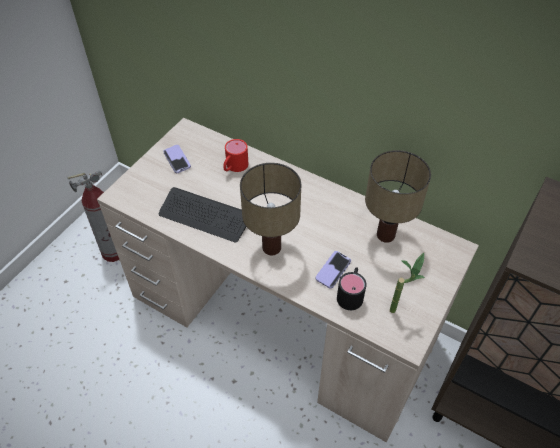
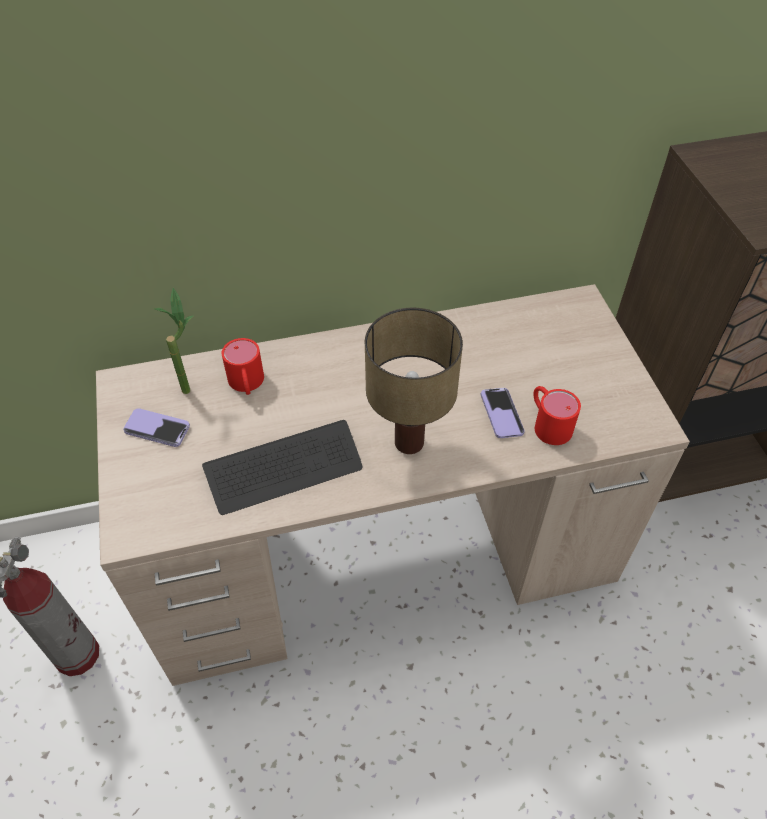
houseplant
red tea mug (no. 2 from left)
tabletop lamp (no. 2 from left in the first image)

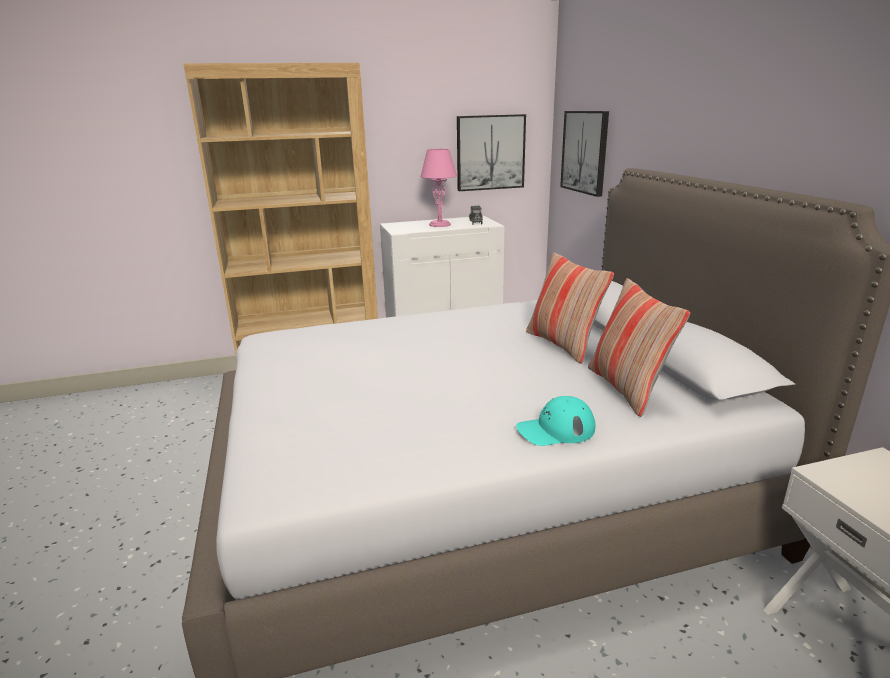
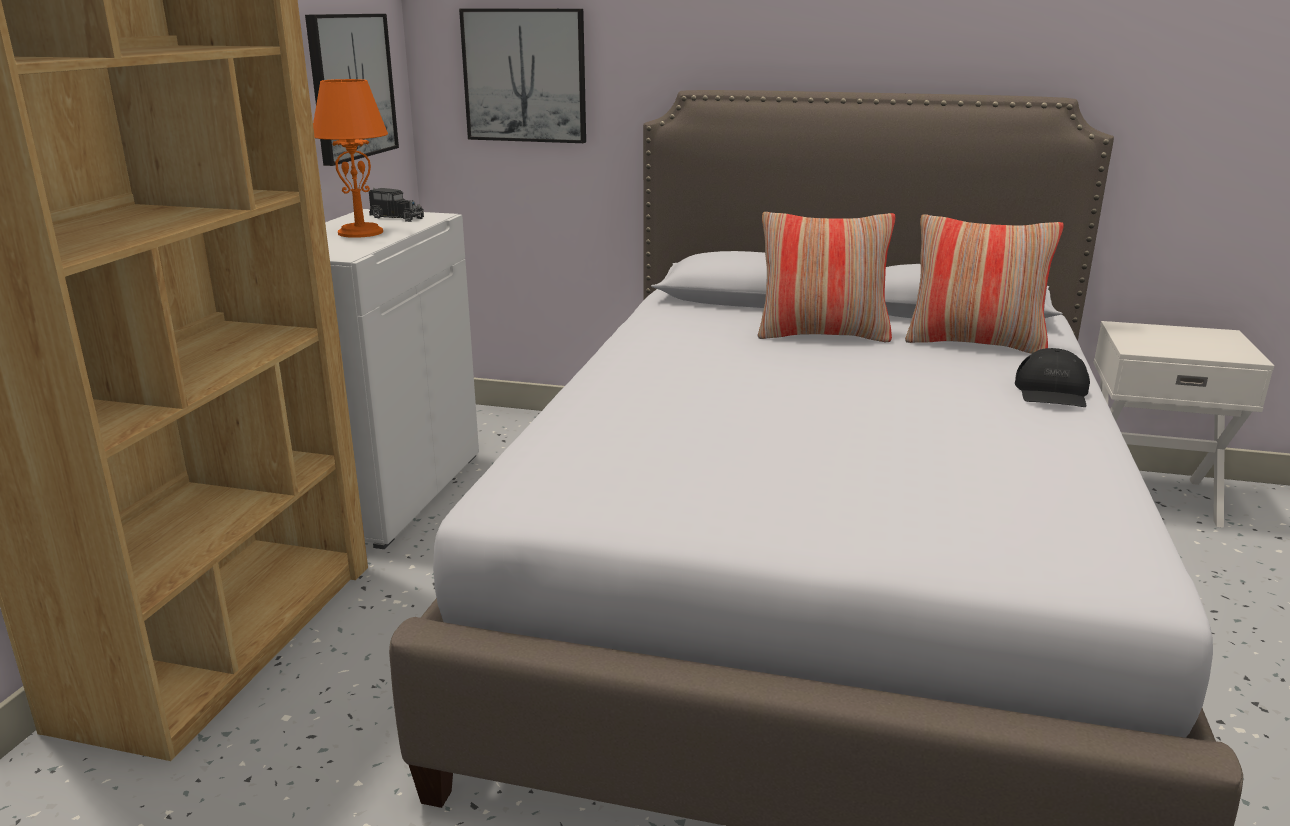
orange-coloured tabletop lamp
blackish peaked cap

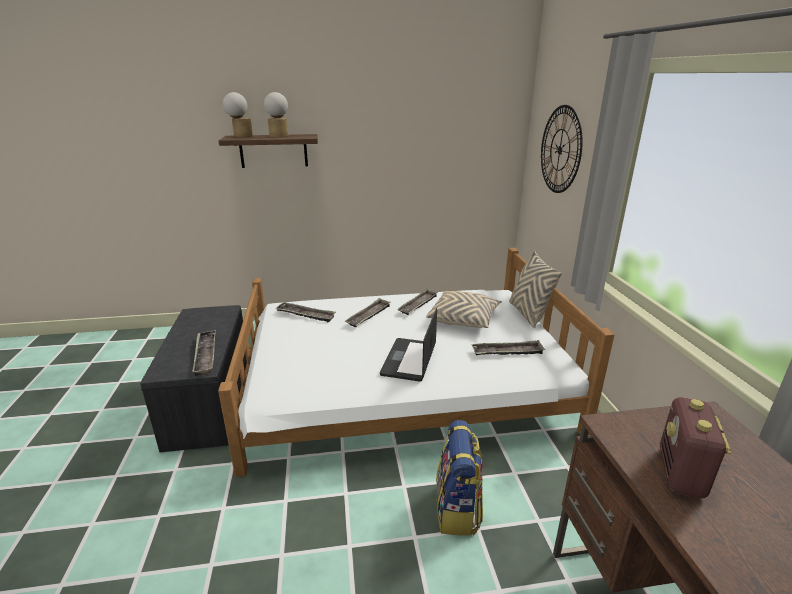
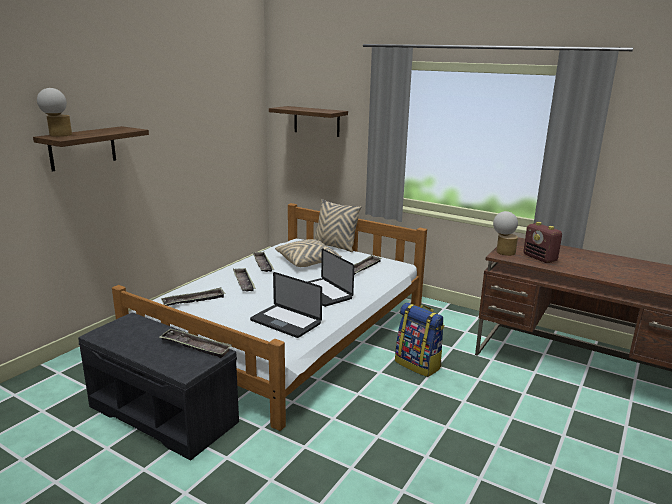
portable computer (no. 1 from left)
wall shelf (no. 2 from left)
tabletop lamp (no. 2 from left)

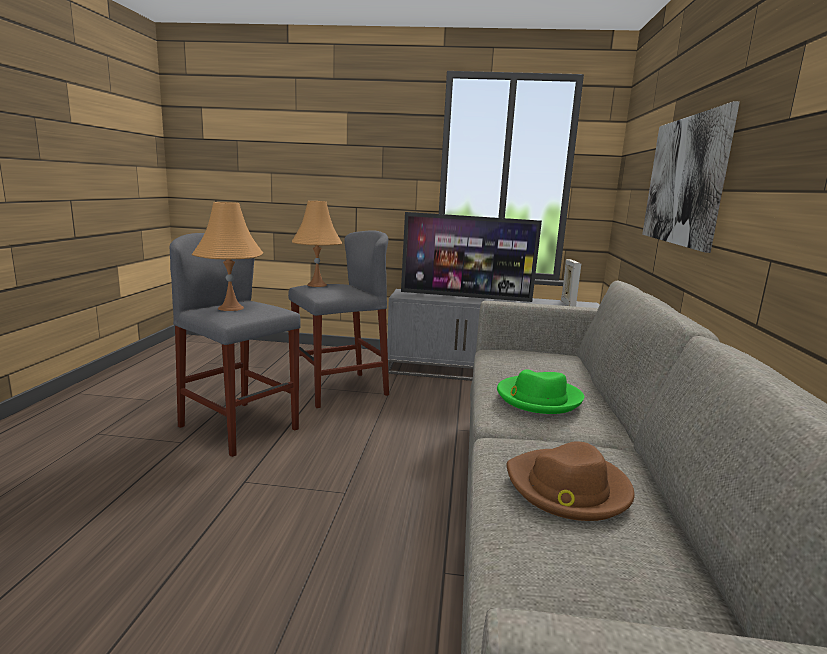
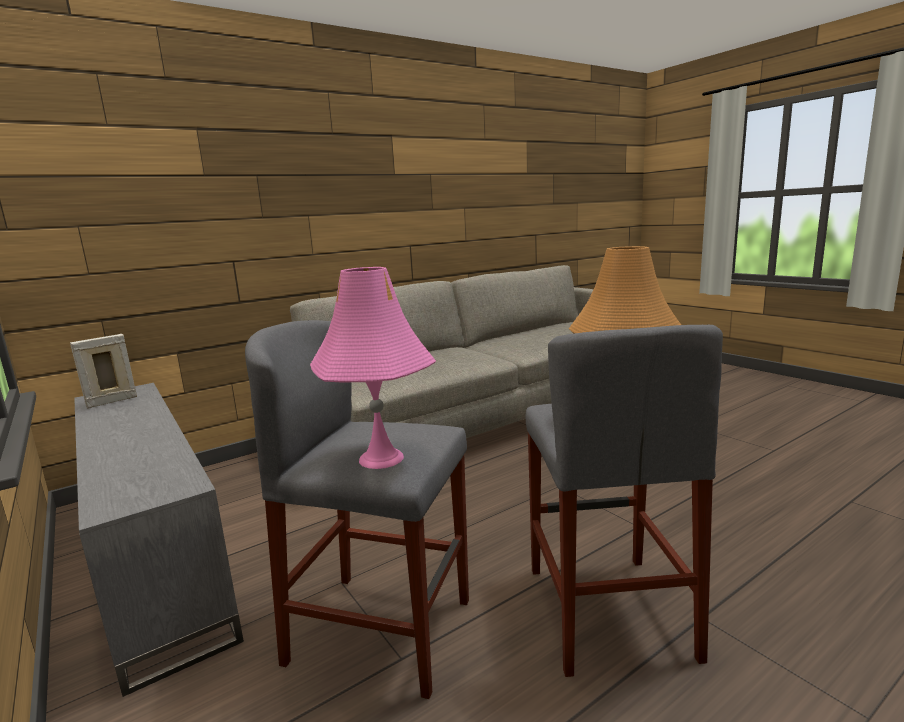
pinkish tabletop lamp
TV set
greenish hat
brownish hat
wall art

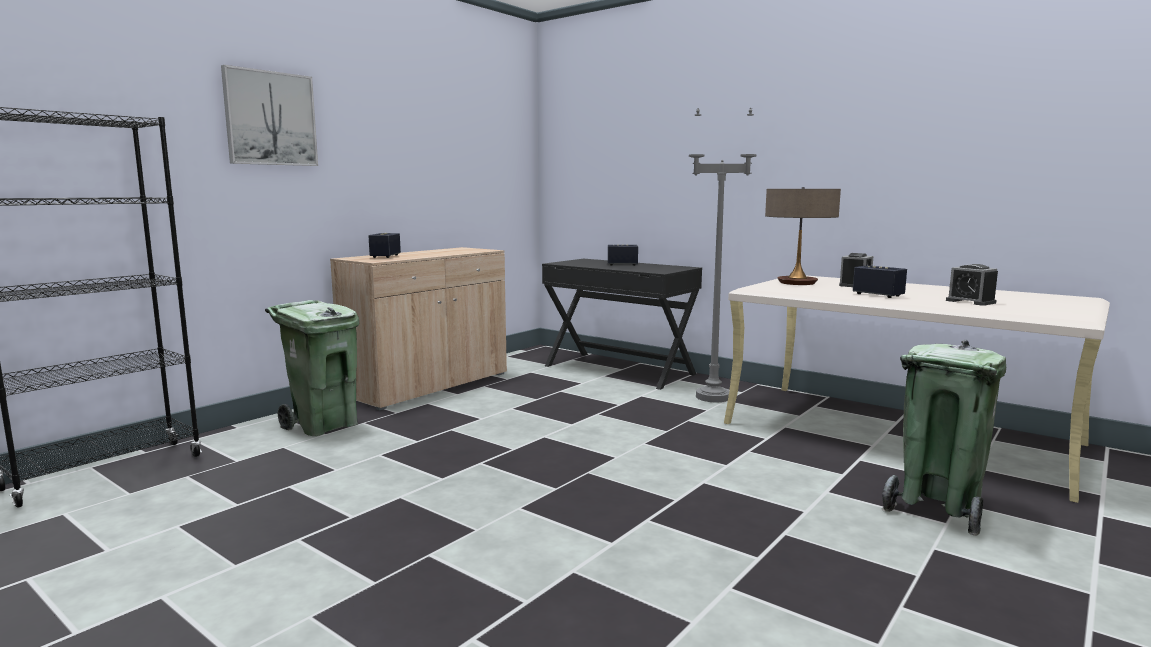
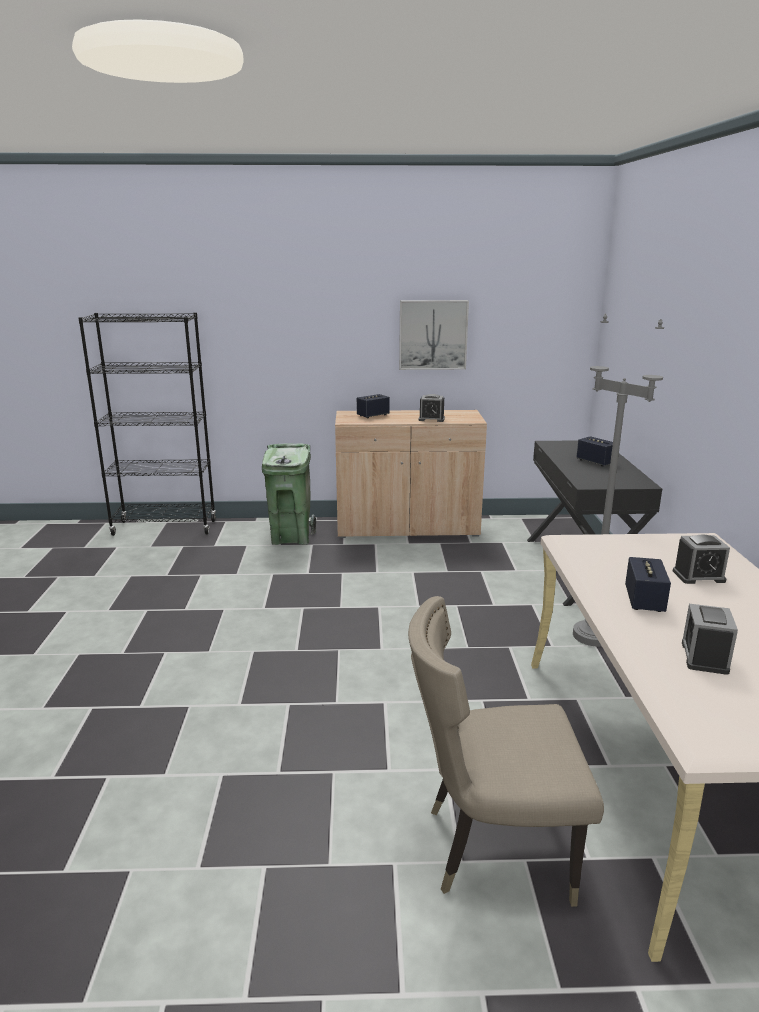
wall art
beige-coloured chair
bedside clock (no. 1 from left)
tabletop lamp

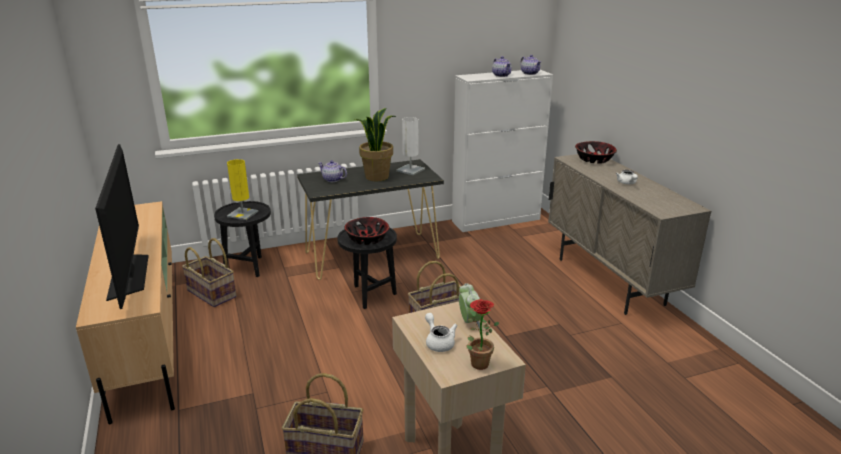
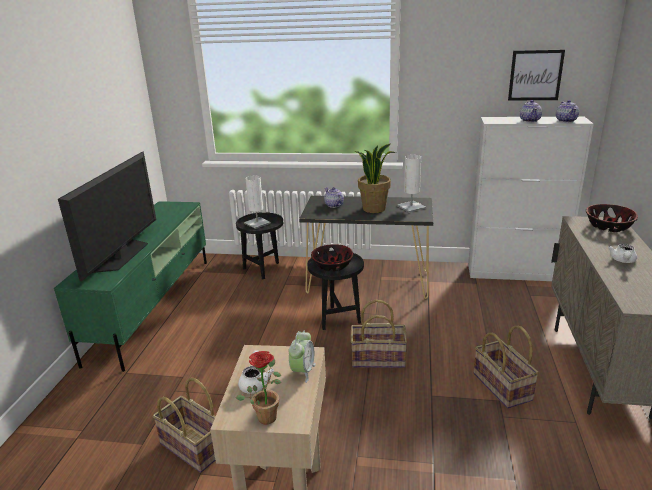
greenish tv unit
white tabletop lamp (no. 1 from left)
storage basket (no. 3 from left)
wall art

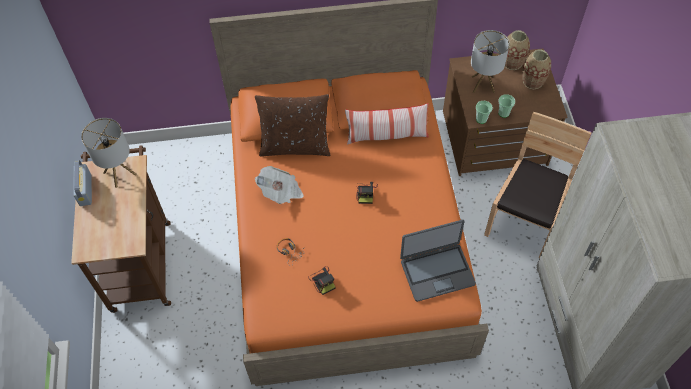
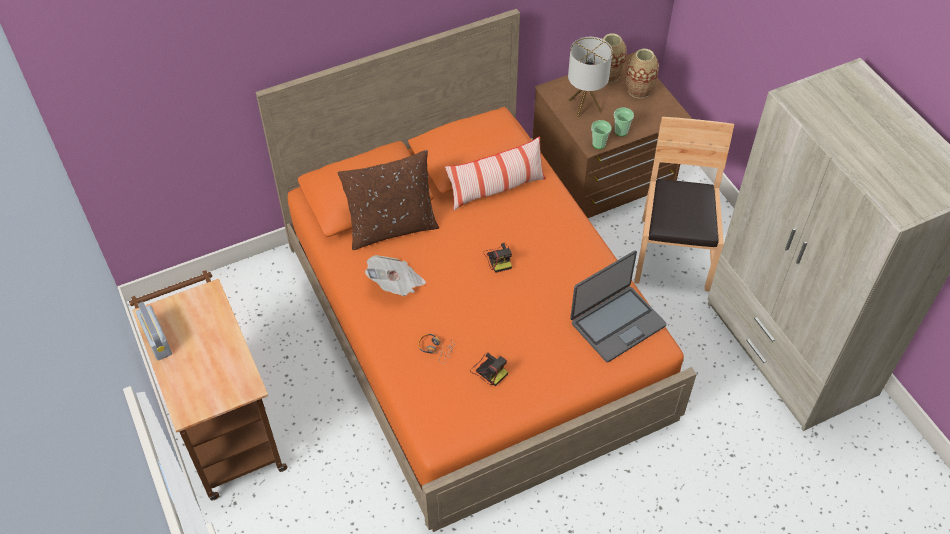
tabletop lamp (no. 1 from left in the first image)

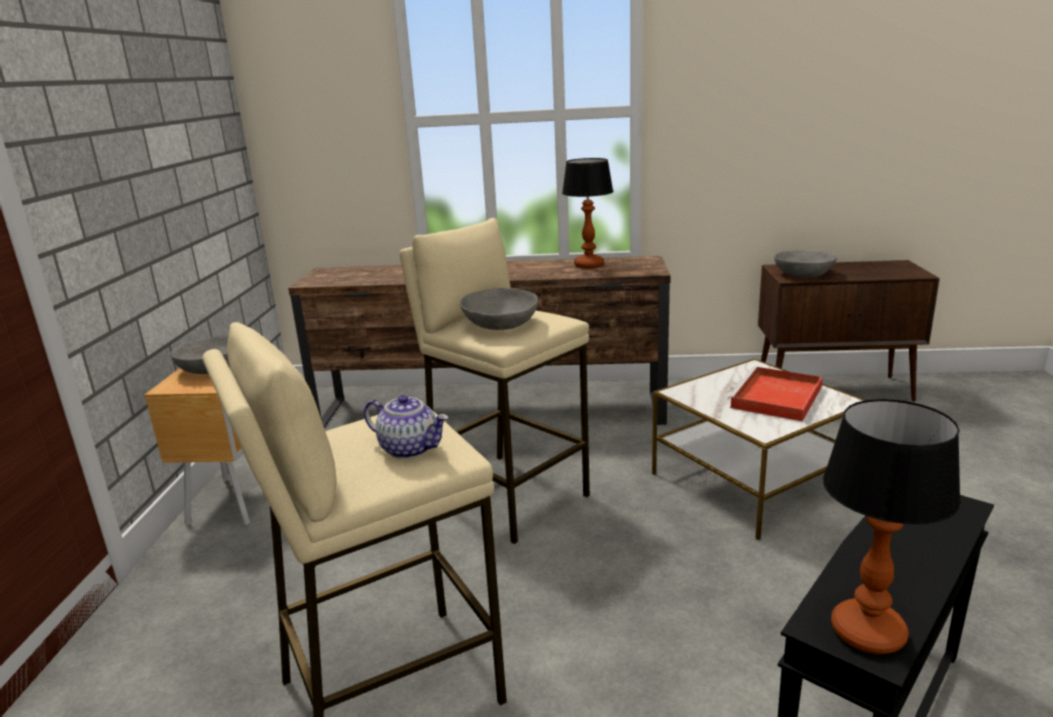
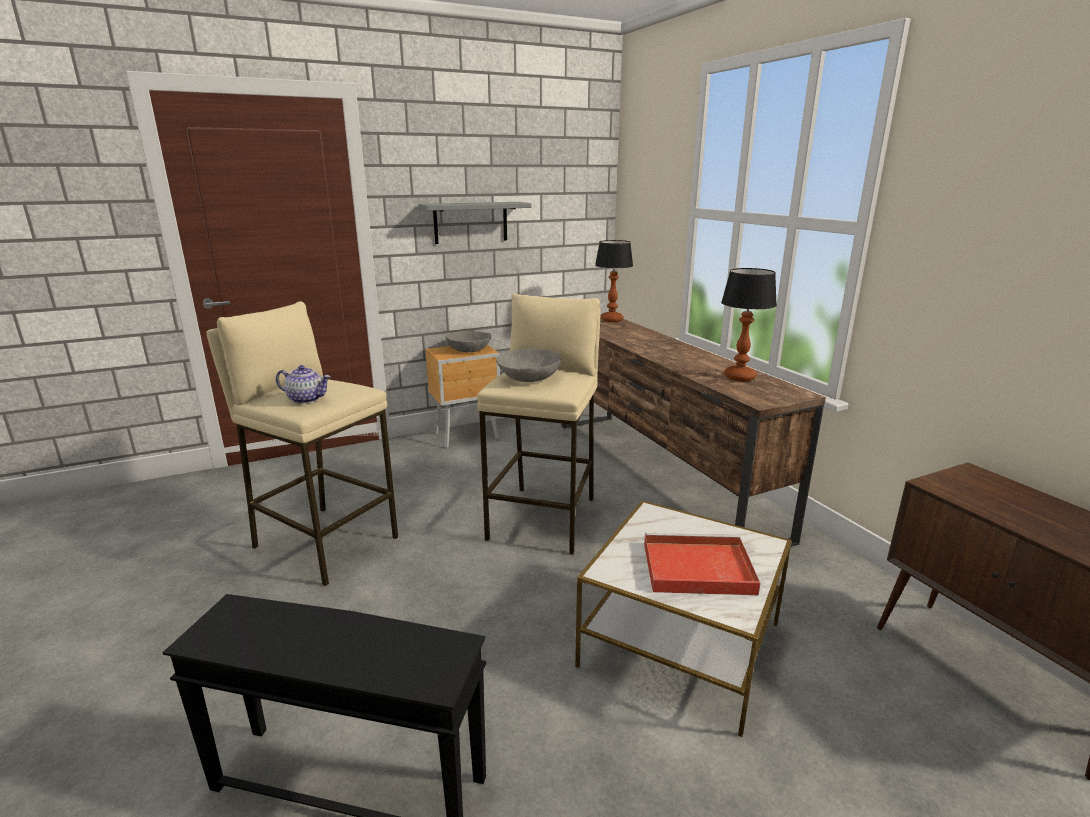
pot for tea
gray wall shelf
tabletop lamp (no. 1 from left)
gray deep dish (no. 3 from left in the first image)

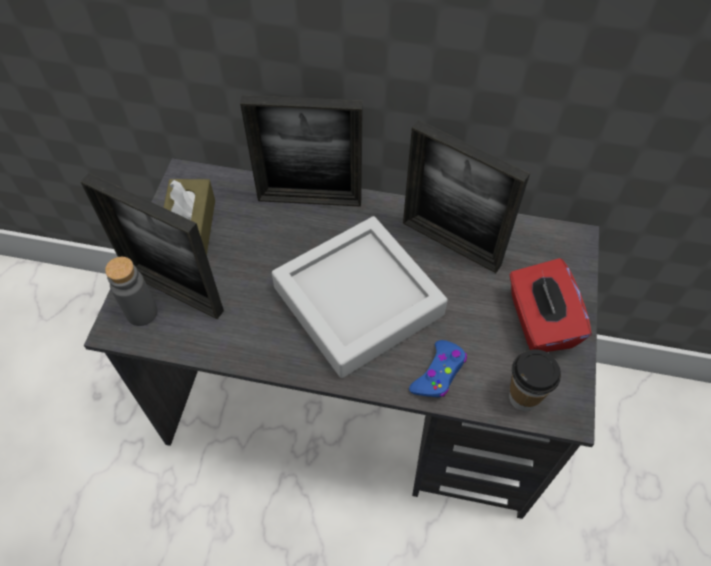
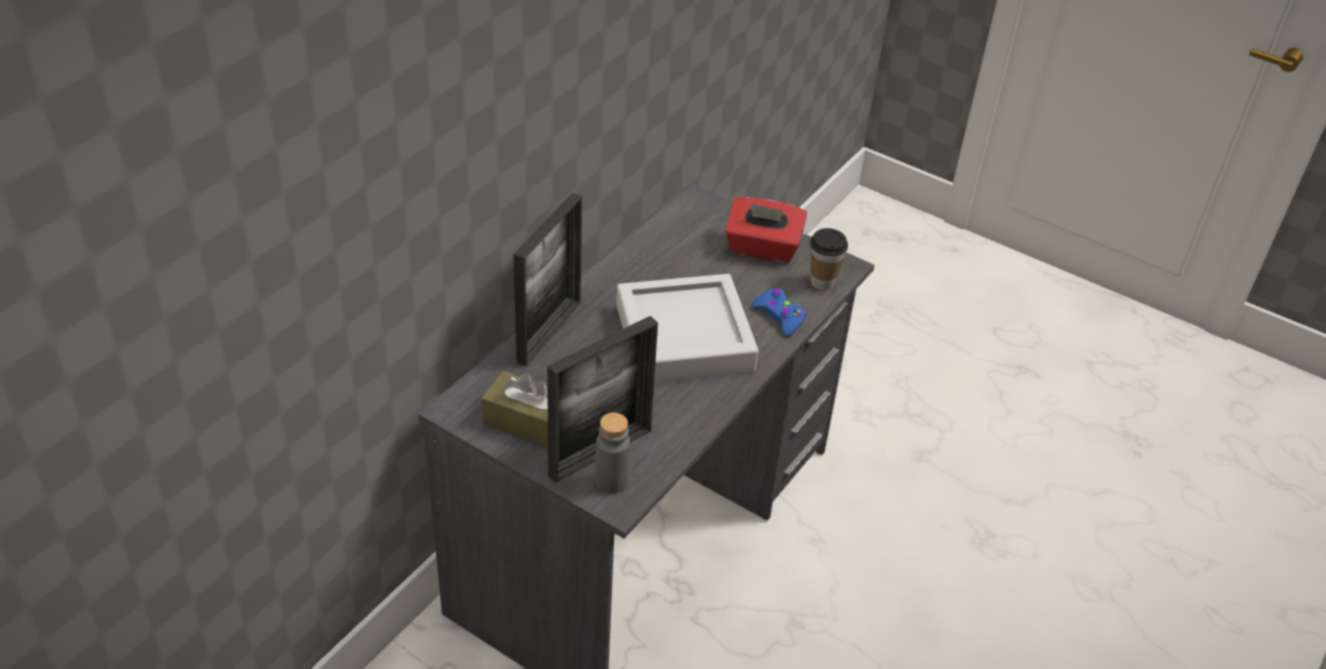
picture frame (no. 3 from left in the first image)

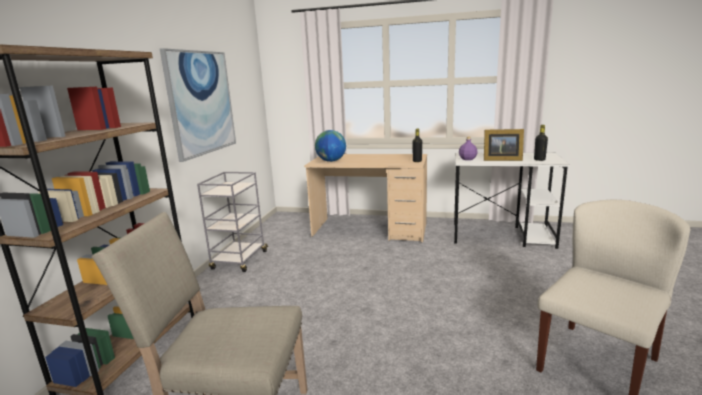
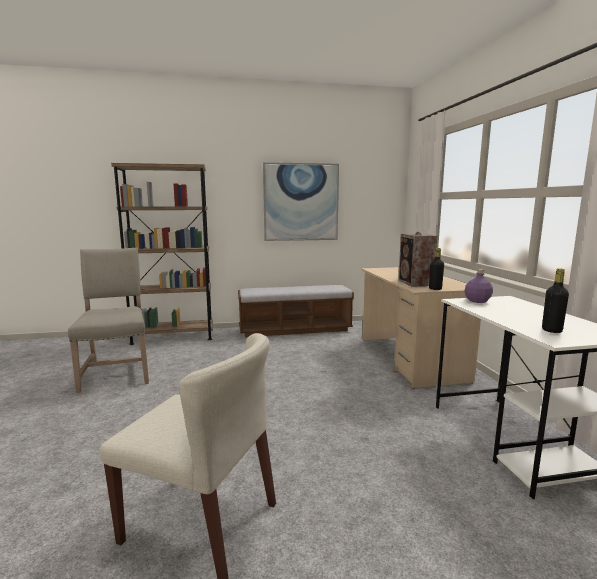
long seat
audio speaker
desk globe
picture frame

